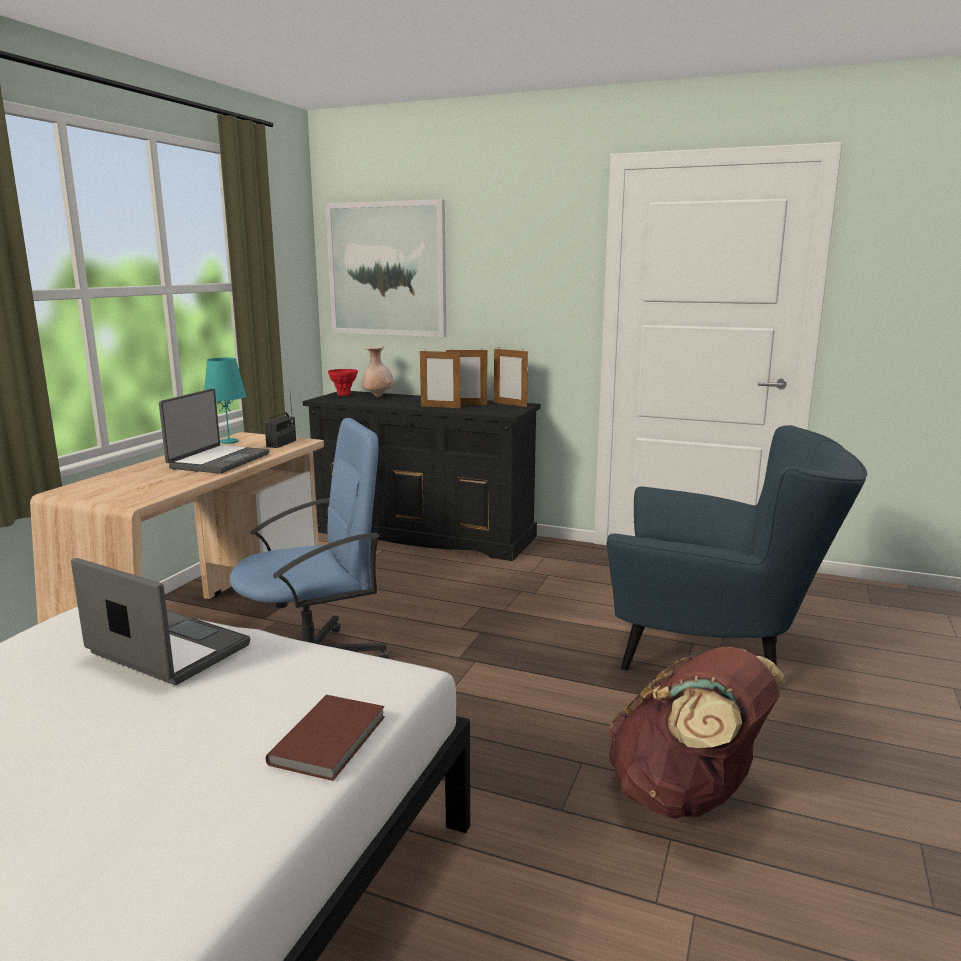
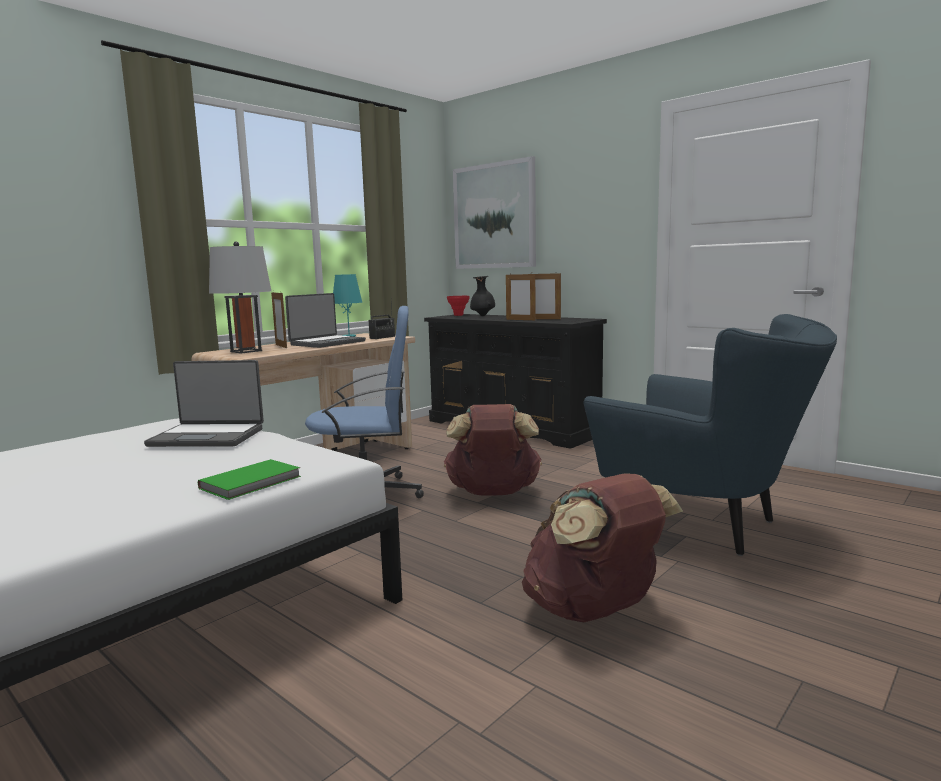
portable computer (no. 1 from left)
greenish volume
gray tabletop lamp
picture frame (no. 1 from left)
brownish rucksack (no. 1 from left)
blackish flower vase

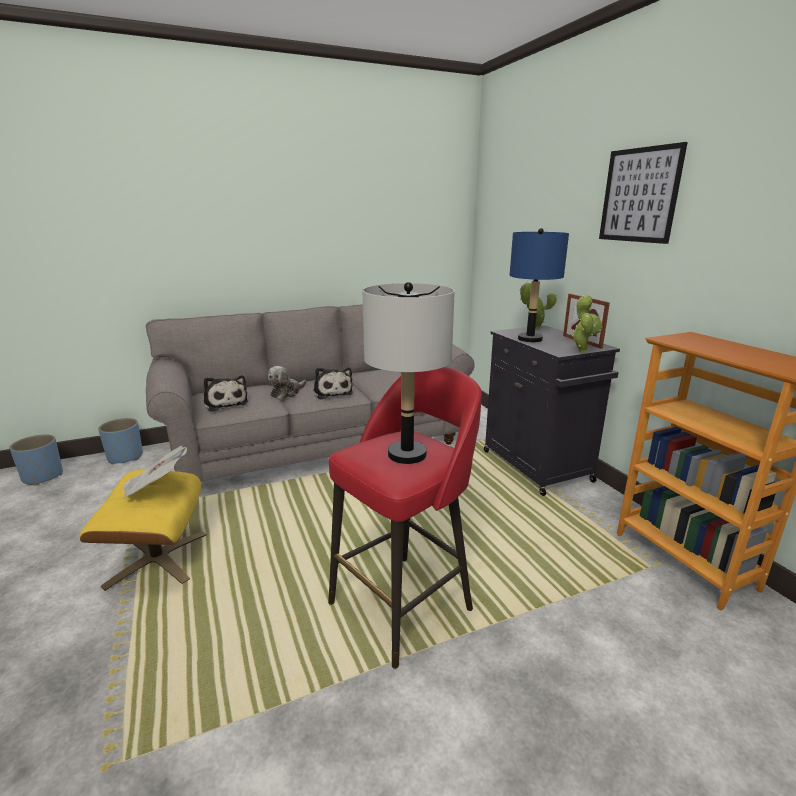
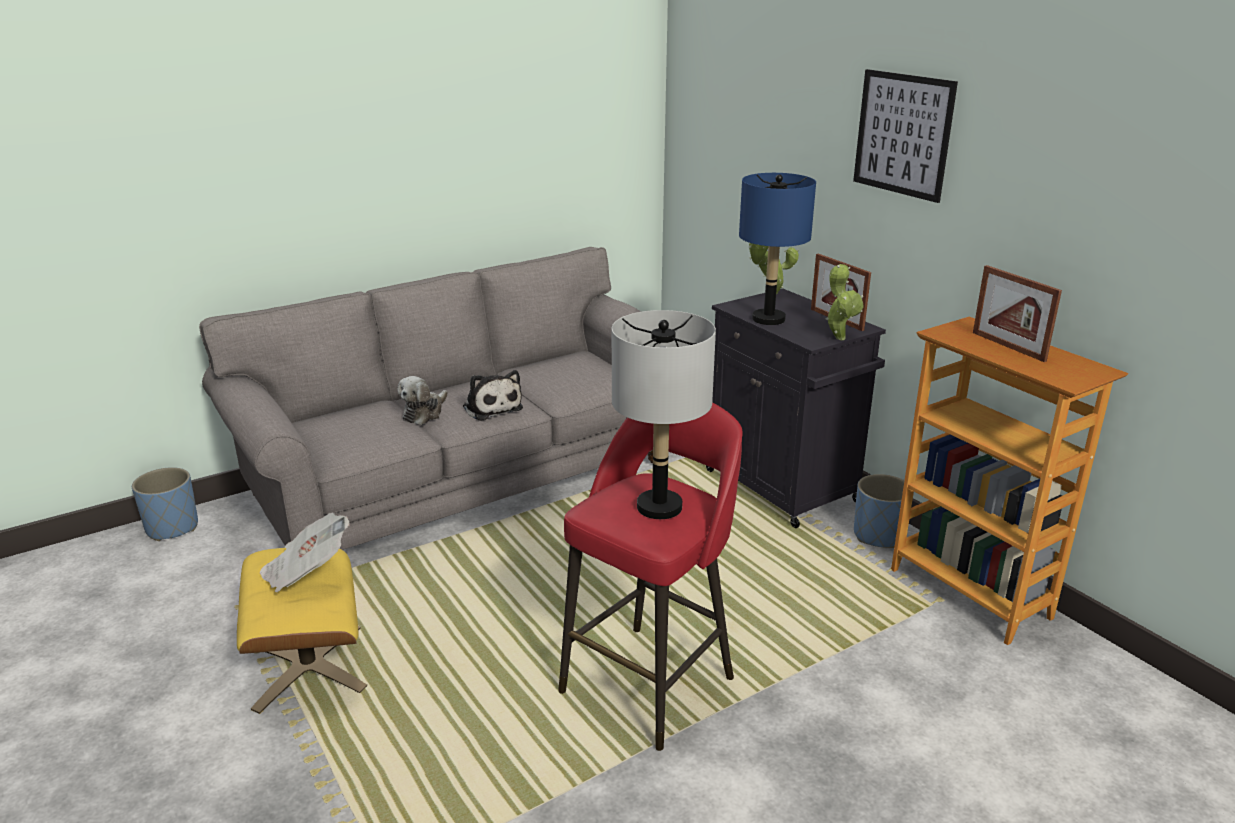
blue plant pot (no. 2 from left)
picture frame (no. 2 from left)
soft toy (no. 1 from left in the first image)

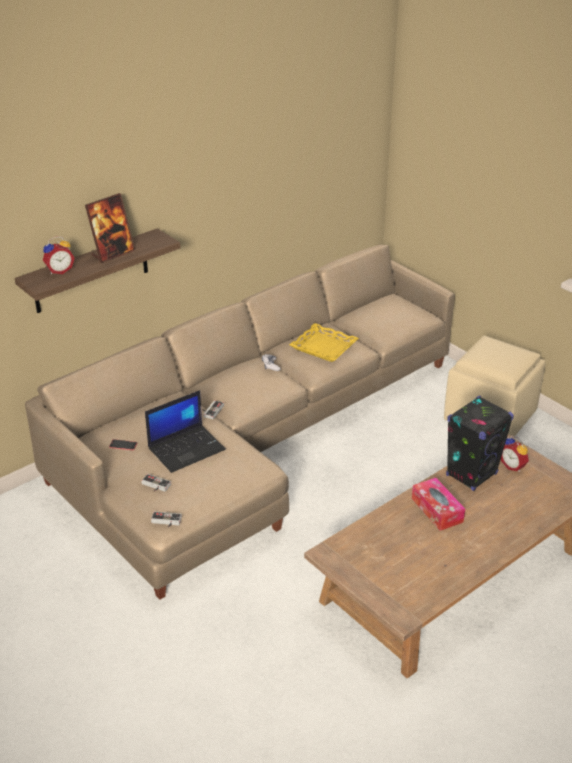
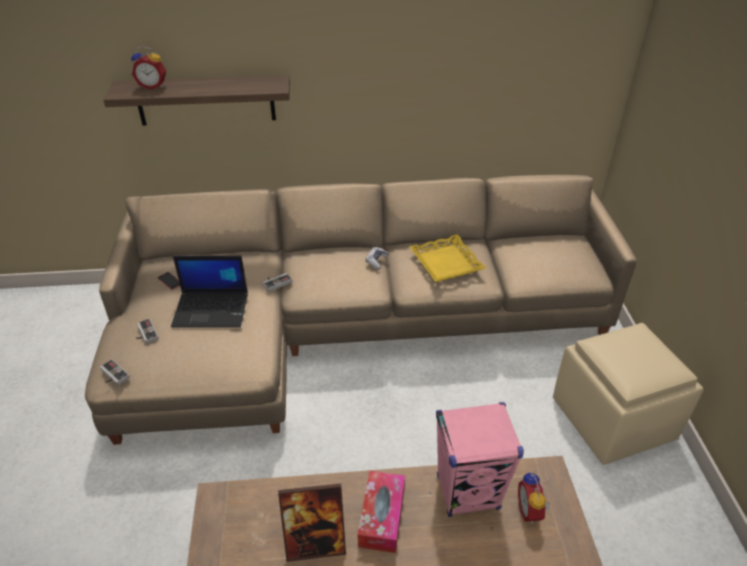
picture frame
pinkish audio speaker

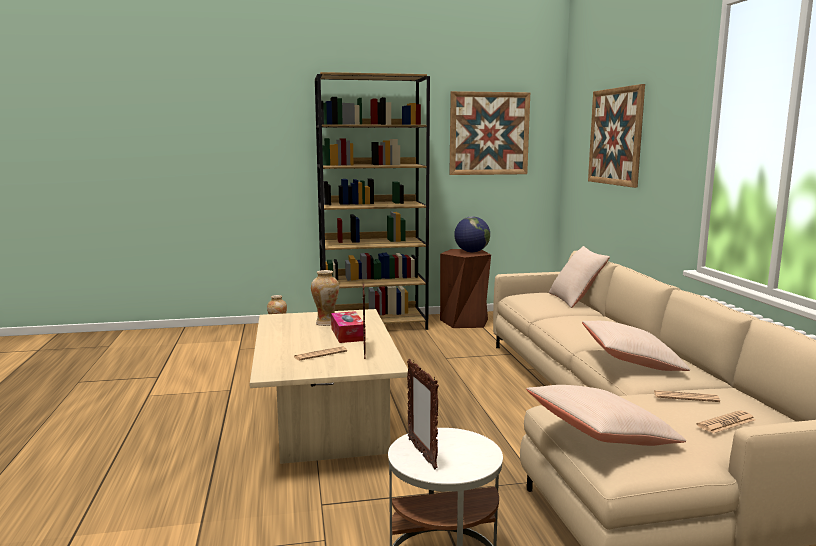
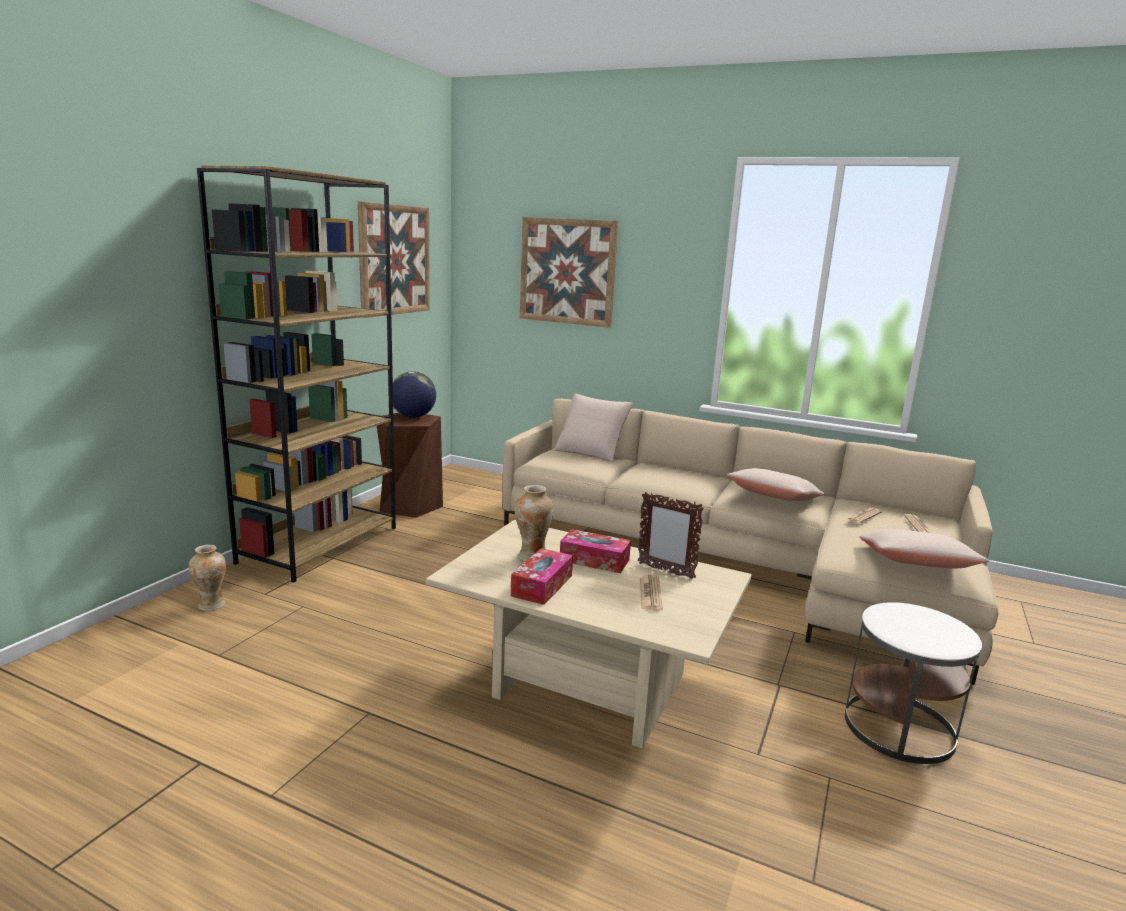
tissue box (no. 1 from left)
picture frame (no. 2 from left in the first image)

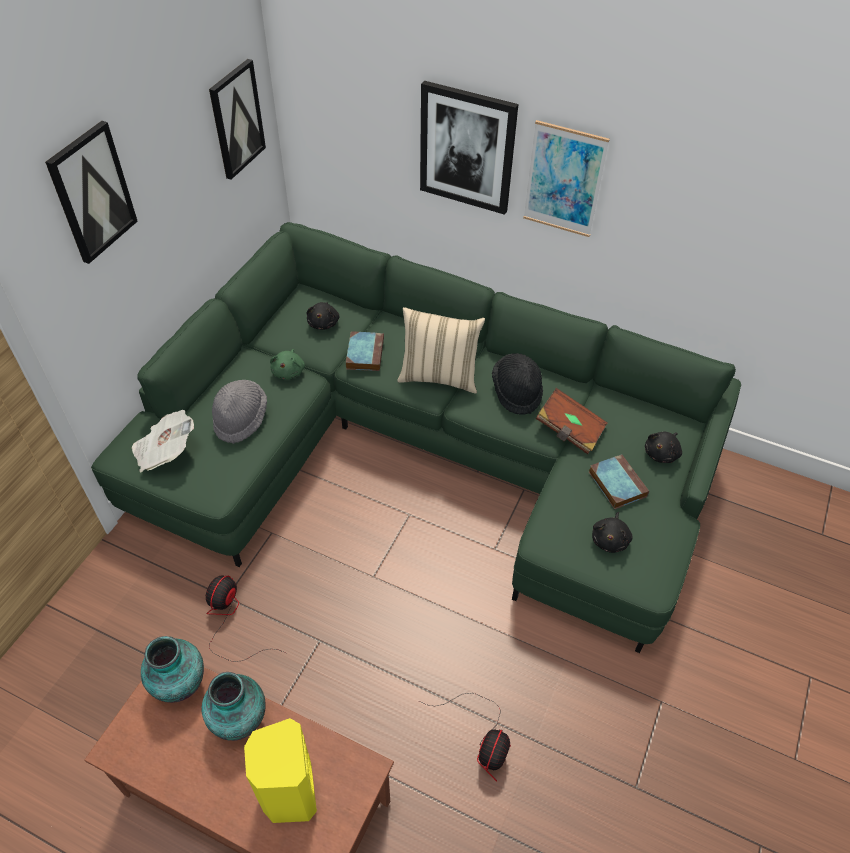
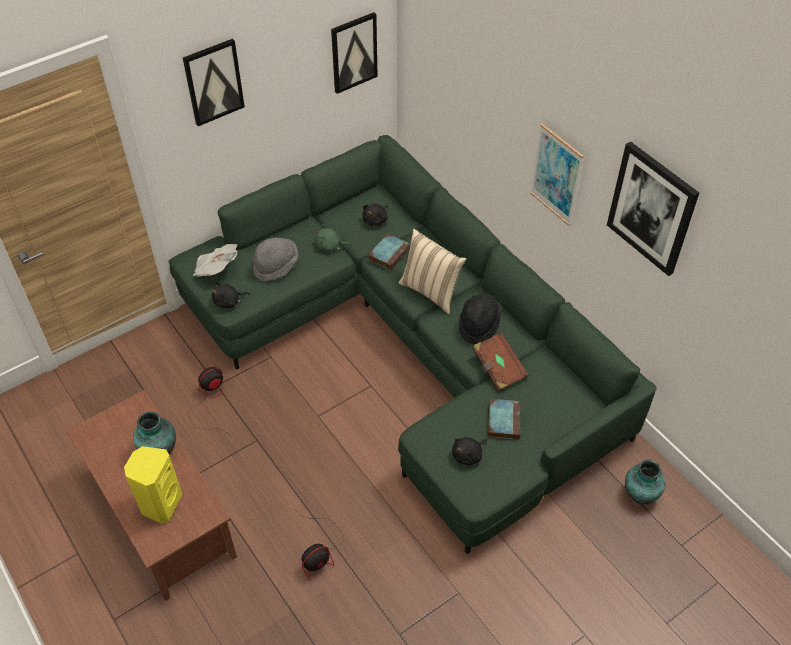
blackish soft toy (no. 1 from left)
greenish soft toy
wall art (no. 4 from left)
flower vase (no. 2 from left)

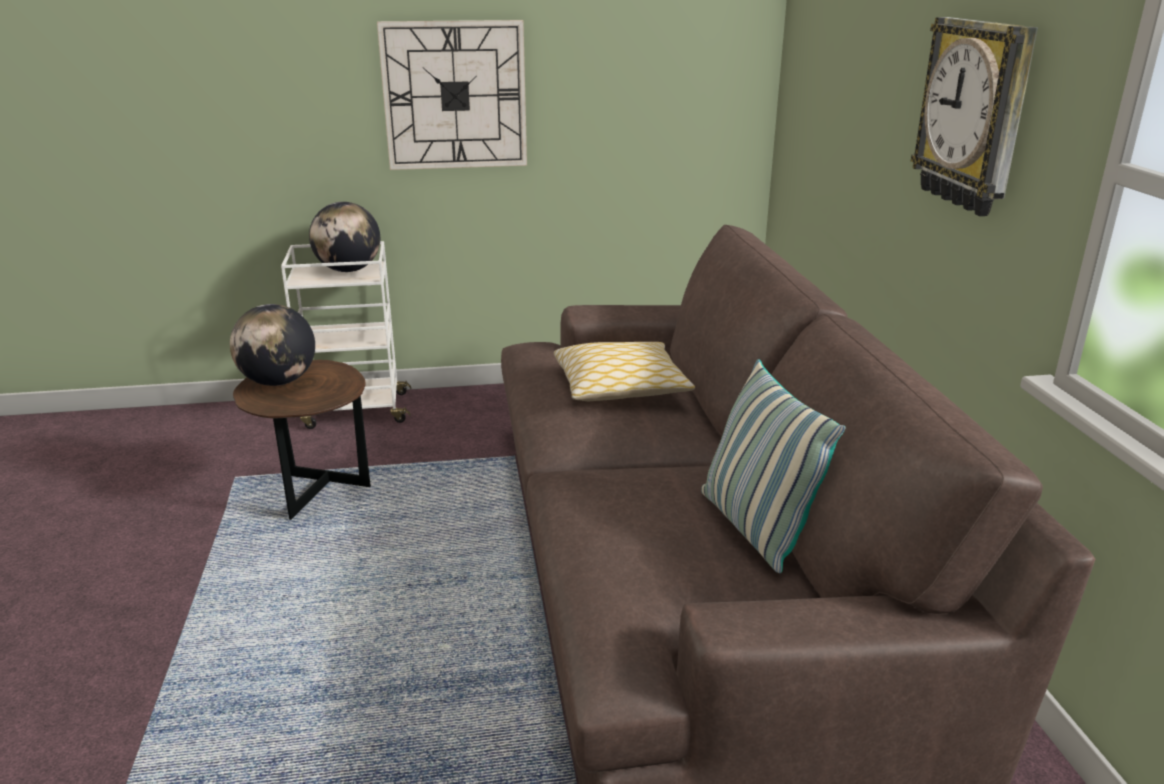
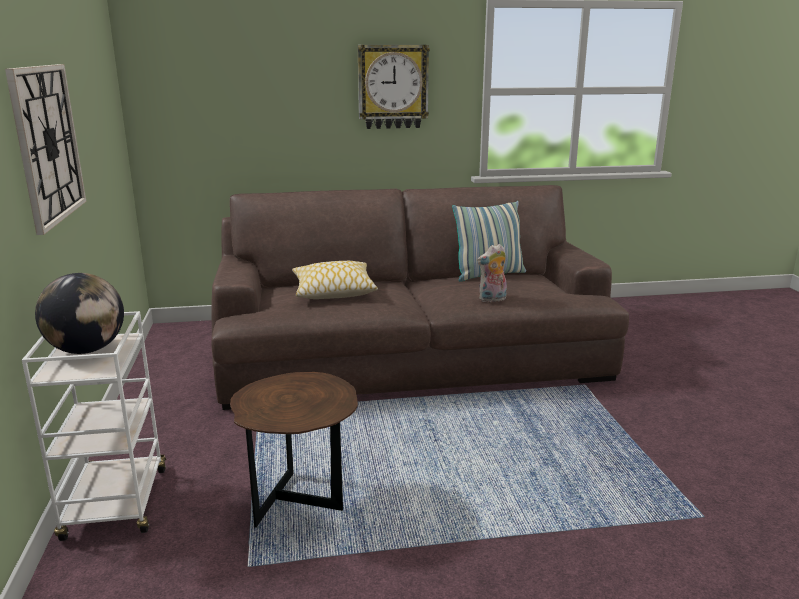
soft toy
desk globe (no. 1 from left in the first image)

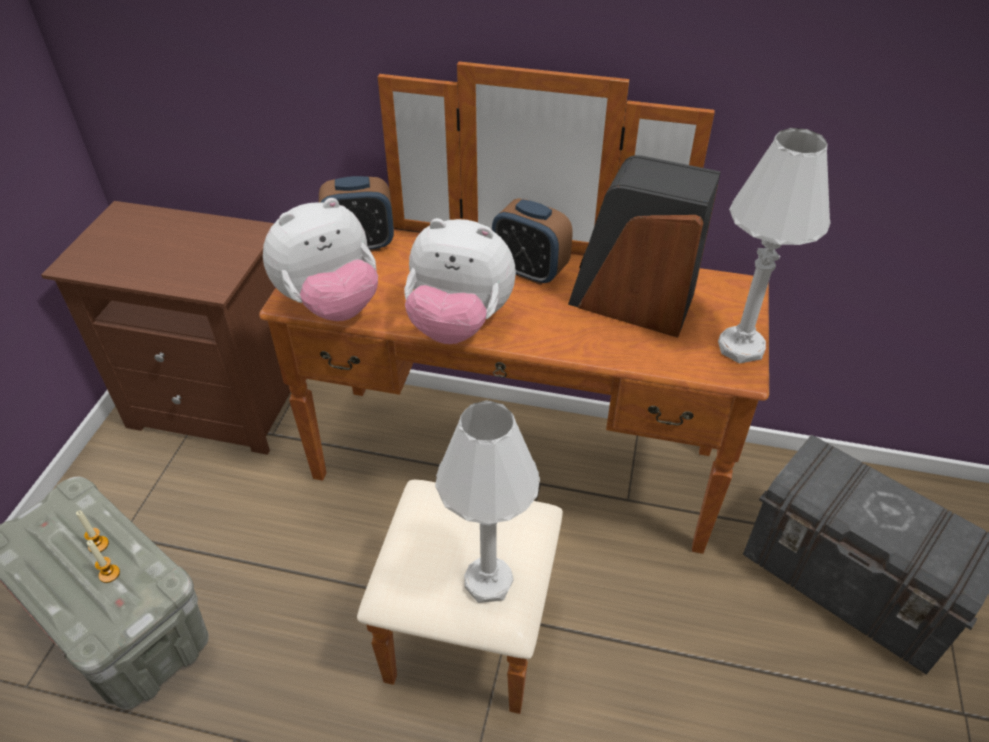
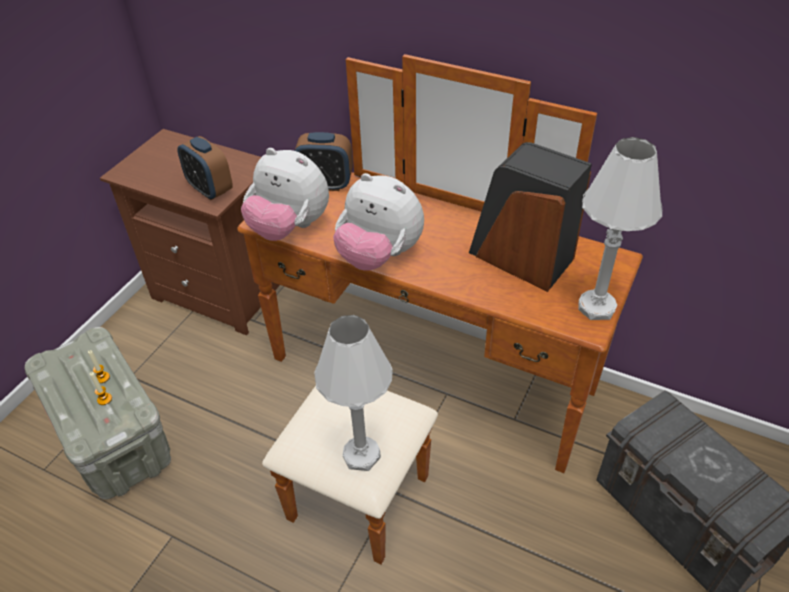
bedside clock (no. 1 from left)
soft toy (no. 1 from left)

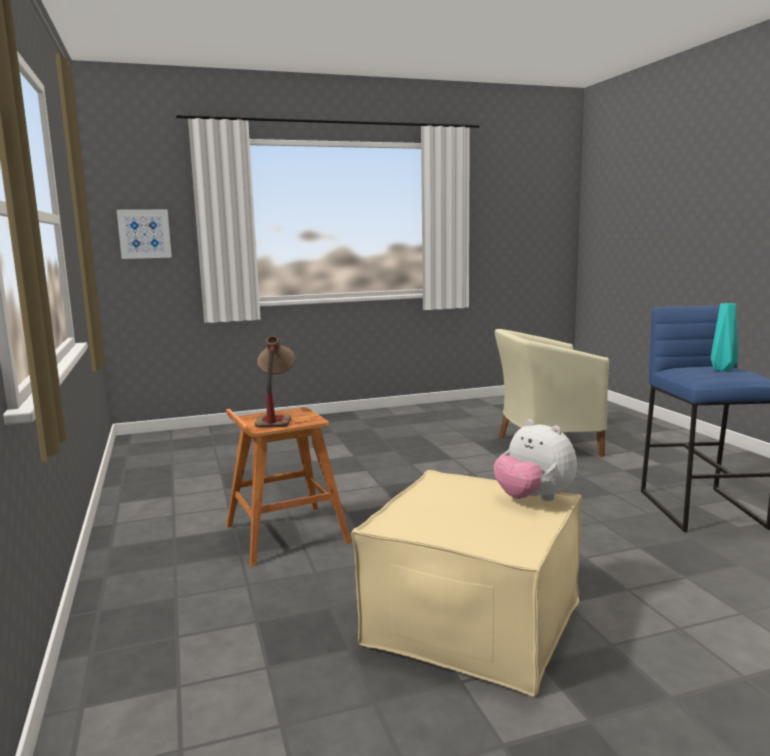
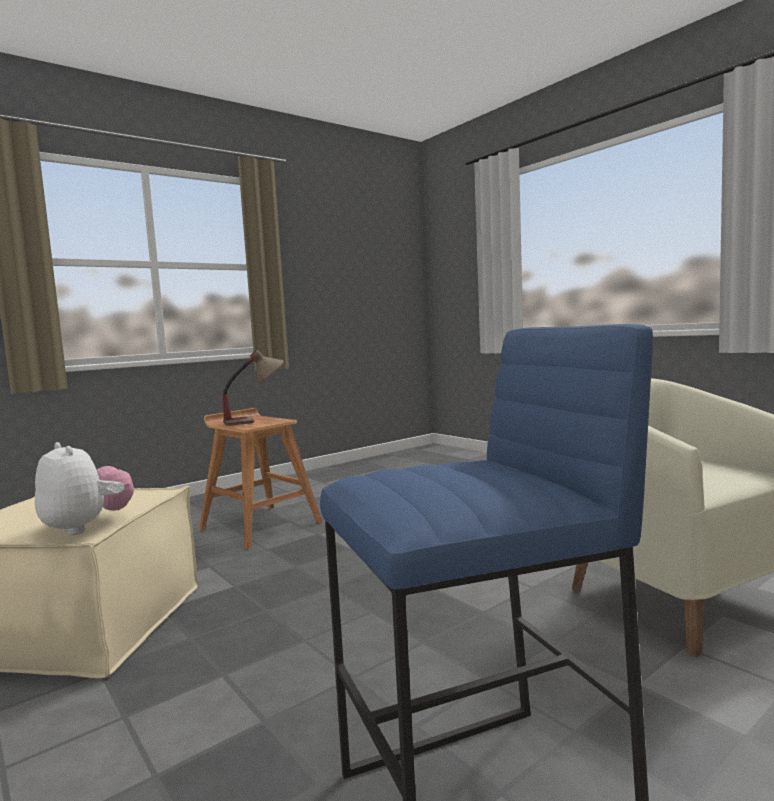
soft toy
wall art
turquoise flower vase

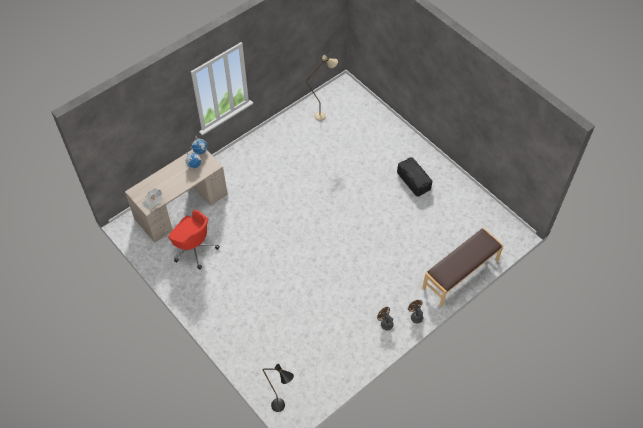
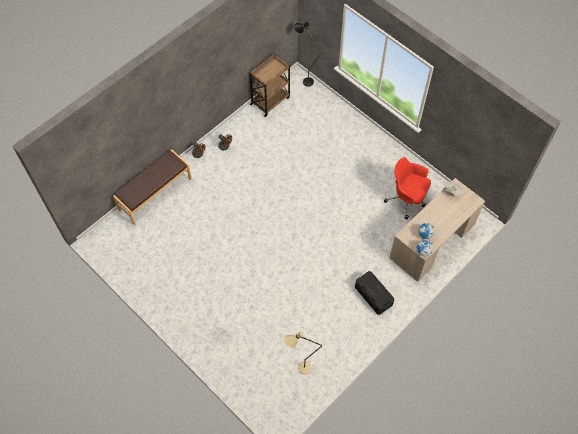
brownish cart
blackish storage box

